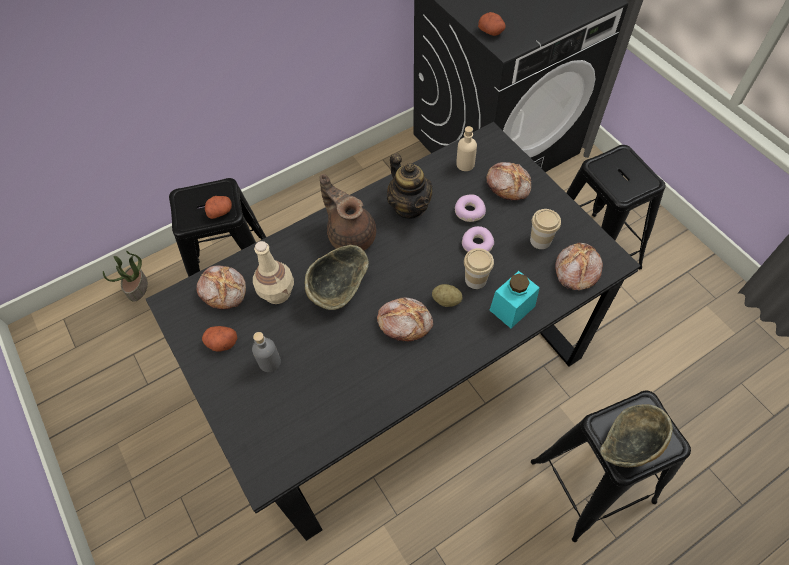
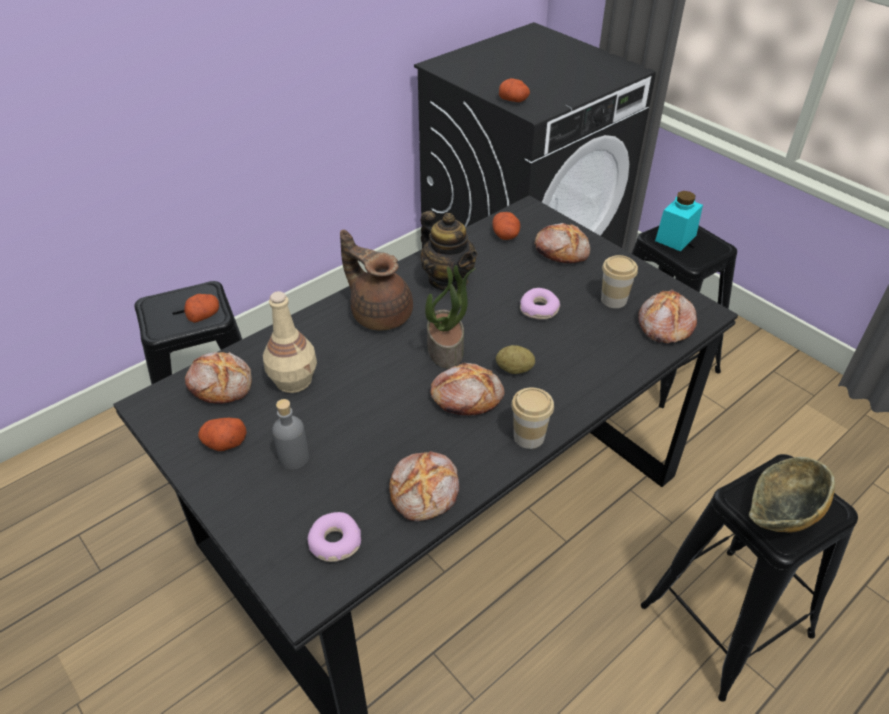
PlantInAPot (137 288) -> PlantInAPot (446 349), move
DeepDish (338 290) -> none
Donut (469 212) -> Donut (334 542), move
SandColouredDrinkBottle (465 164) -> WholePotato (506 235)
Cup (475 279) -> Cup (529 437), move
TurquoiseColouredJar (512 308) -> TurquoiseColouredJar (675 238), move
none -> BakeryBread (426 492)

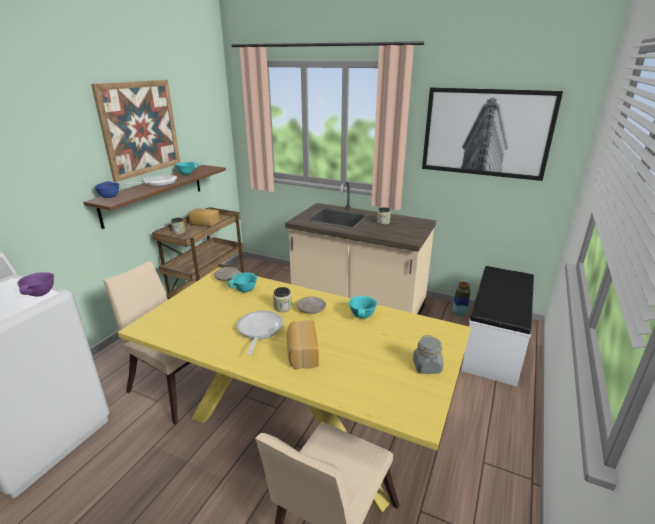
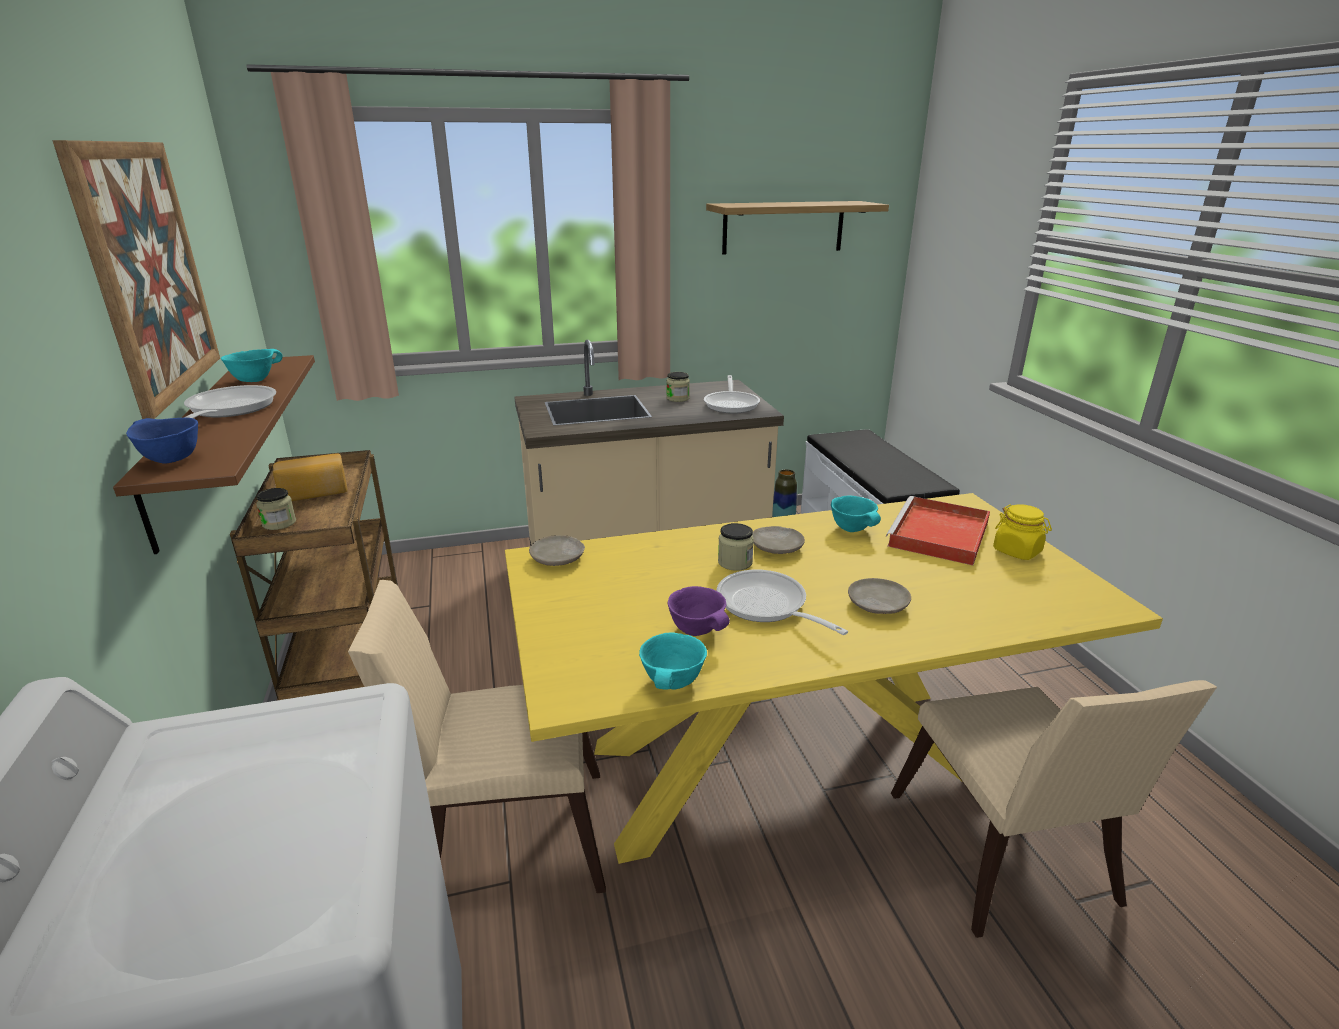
PurpleDeepDish (40 294) -> PurpleDeepDish (698 630), move
TurquoiseColouredDeepDish (245 290) -> TurquoiseColouredDeepDish (673 683), move
BakeryBread (302 353) -> SandColouredDinnerPlate (877 605)
GreyJar (427 367) -> YellowColouredJar (1017 551)
WallPicture (486 133) -> WallShelf (783 227)
none -> FryingPan (732 404)
none -> RedColouredTray (939 535)

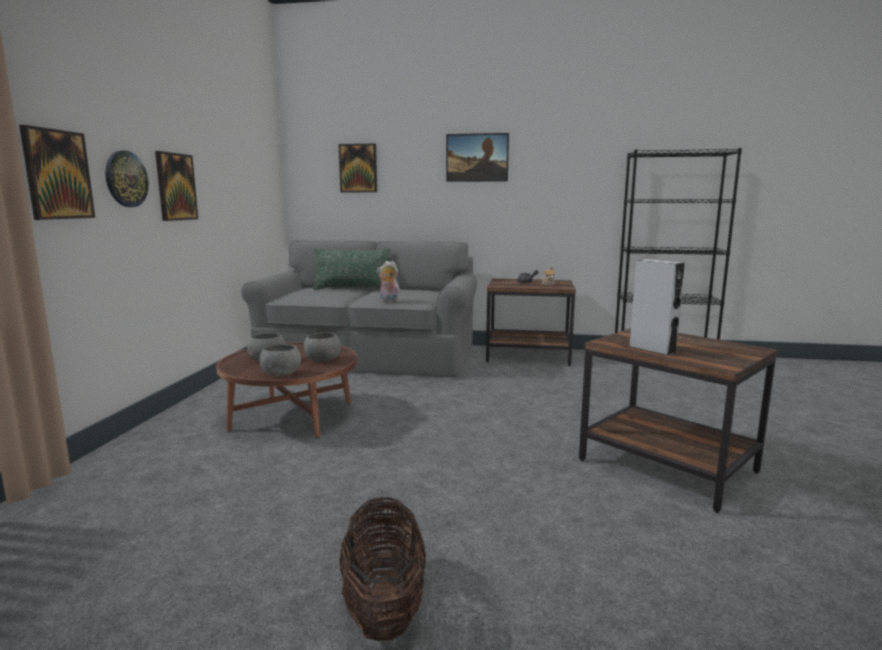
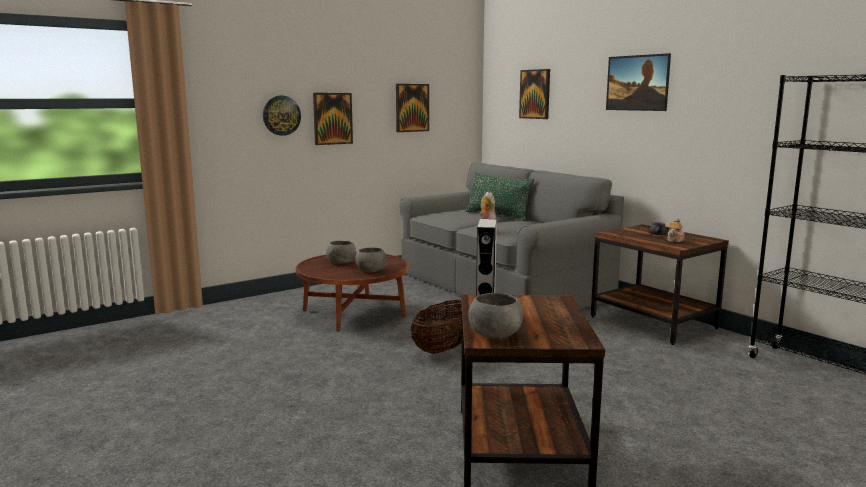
WallPicture (57 174) -> WallPicture (412 107), move
GreyDeepDish (281 374) -> GreyDeepDish (495 335), move
Basket (384 606) -> Basket (444 349), move

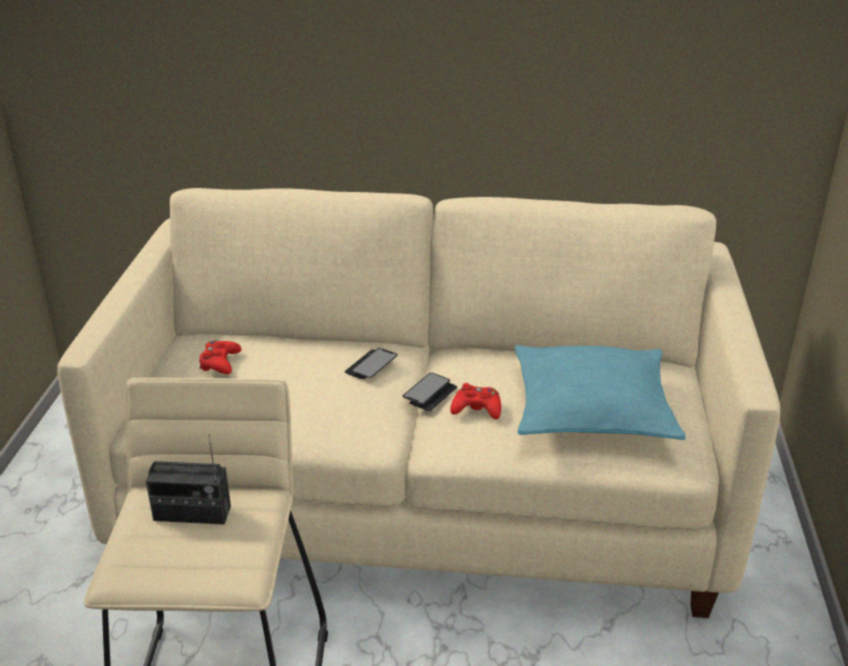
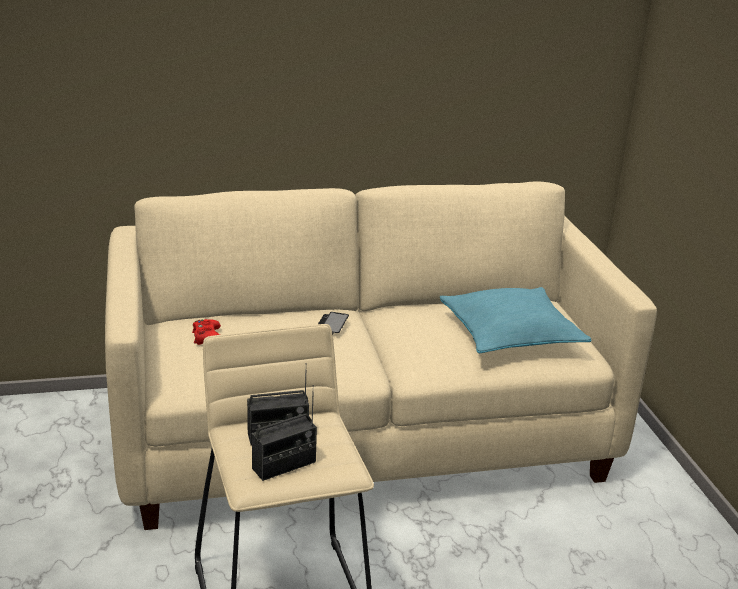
Phone (430 393) -> none
RedColouredJoypad (477 408) -> none
none -> RadioSet (284 465)

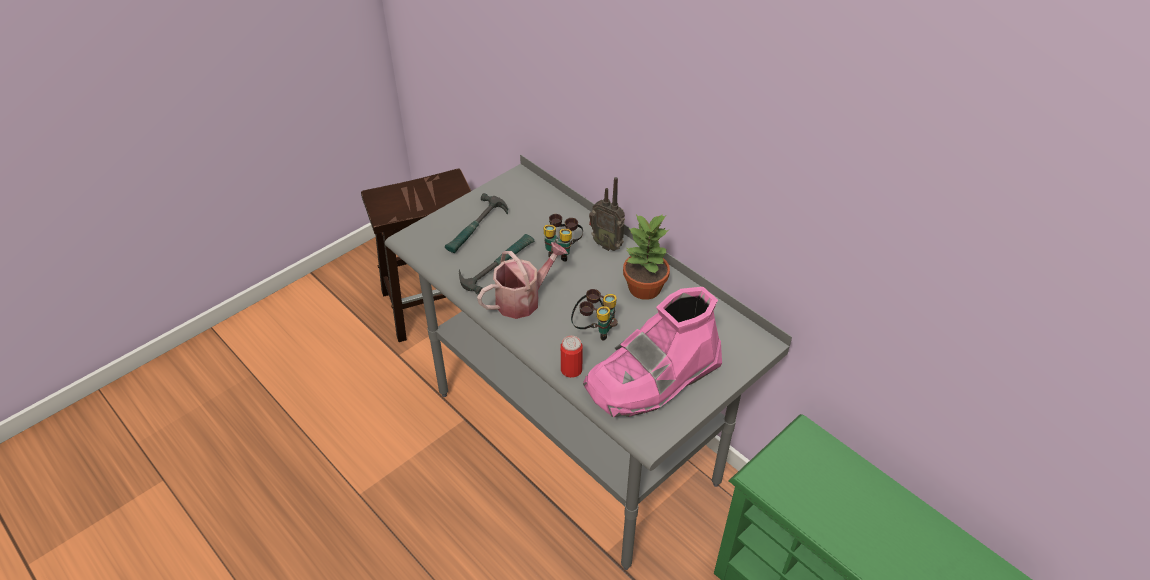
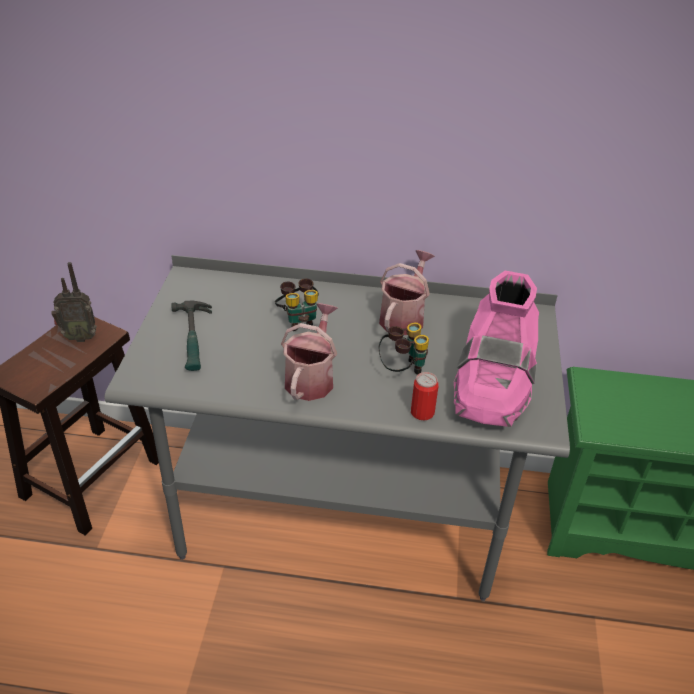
Hammer (497 265) -> none
RadioSet (607 244) -> RadioSet (79 337), move
PlantInAPot (645 288) -> WateringPot (404 316)

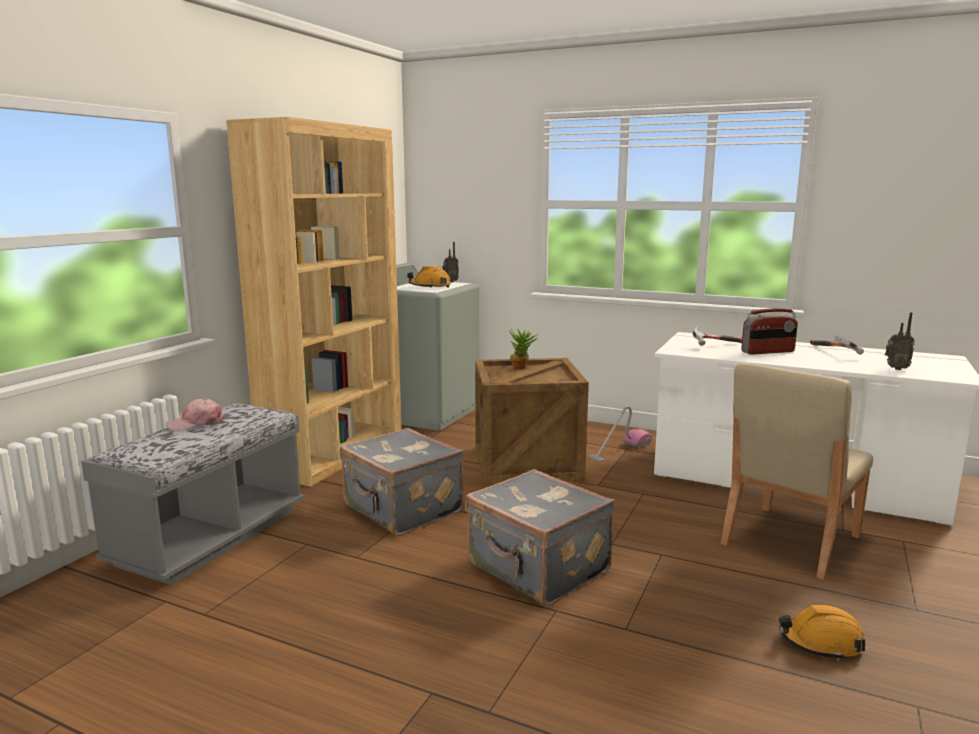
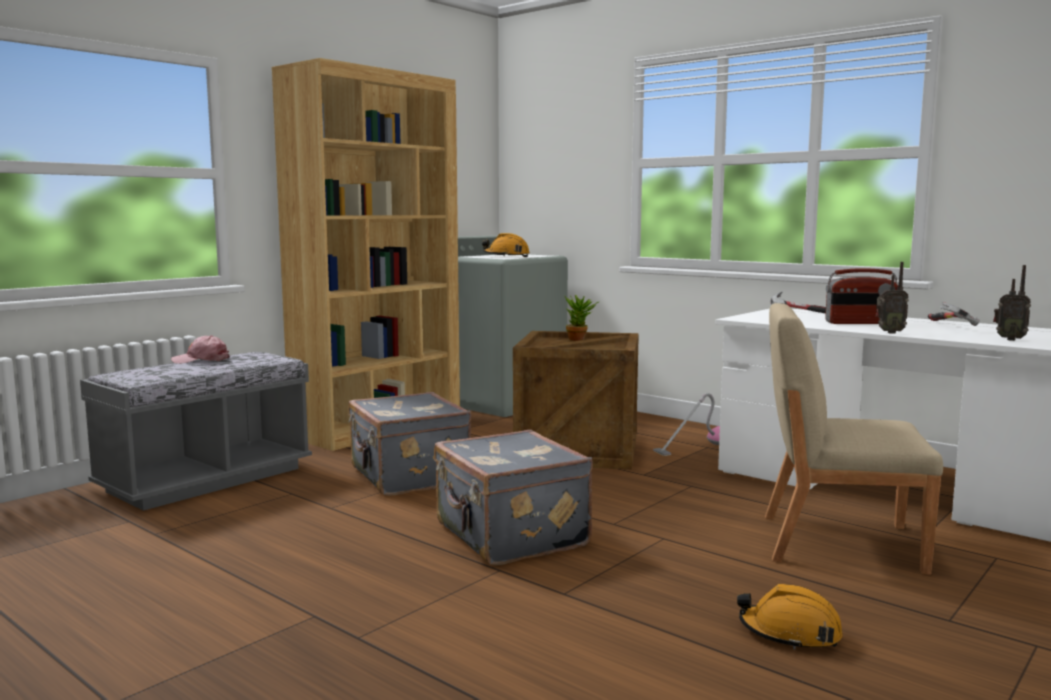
RadioSet (450 281) -> RadioSet (889 332), move
SandColouredUprightChair (789 540) -> SandColouredUprightChair (837 542), 45 degrees clockwise

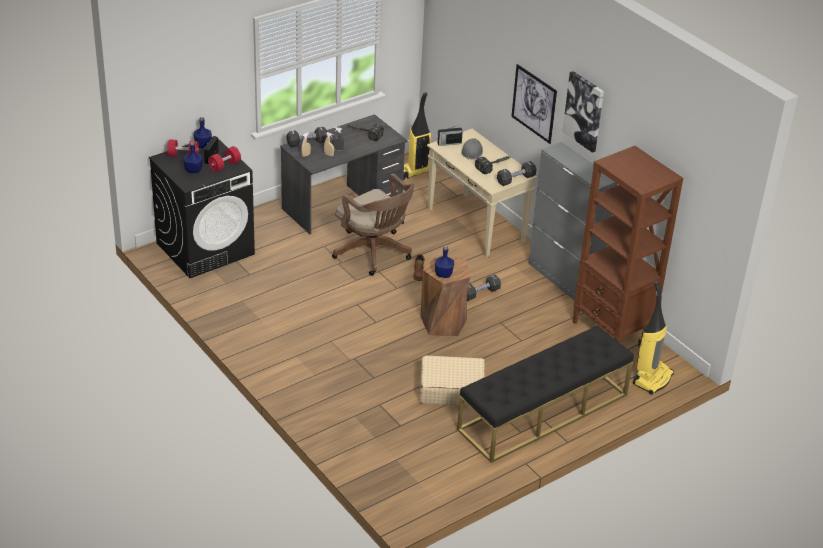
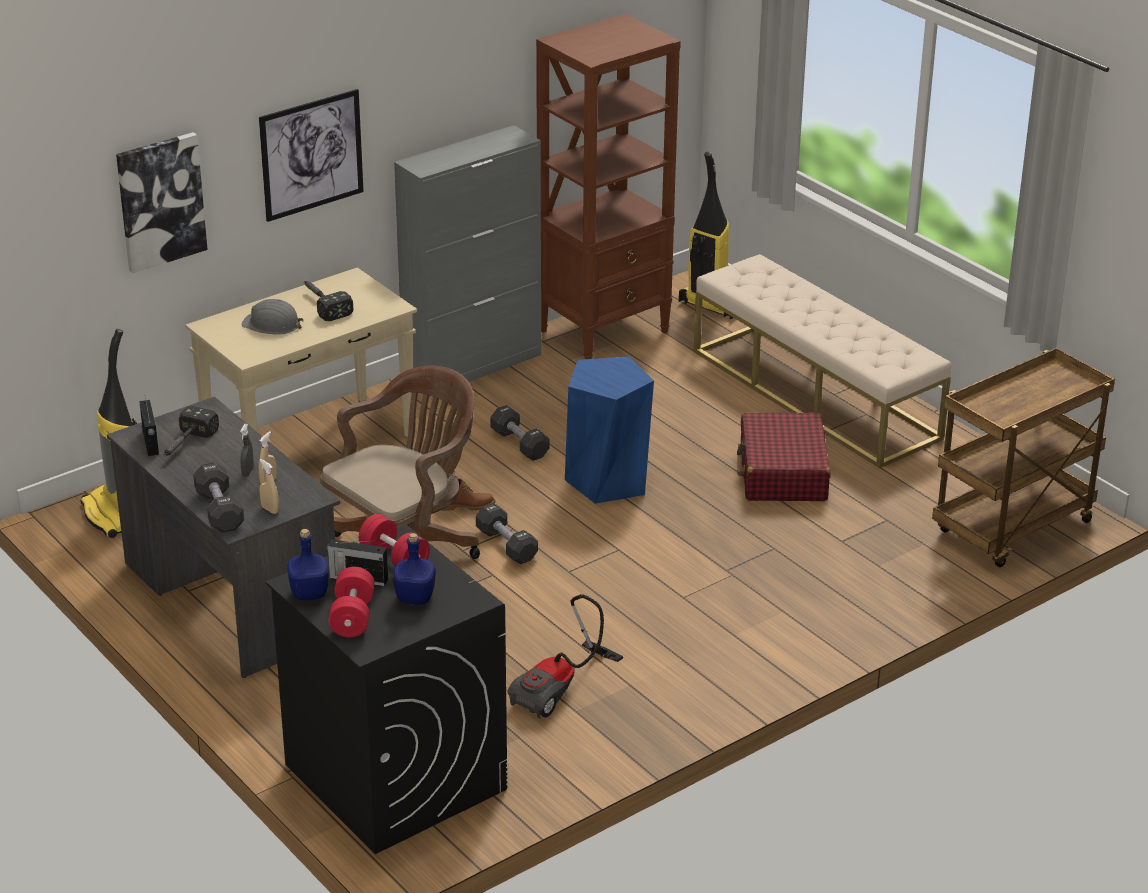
SandColouredSuitcase (451 389) -> RedColouredSuitcase (782 473)
BrownStoolSeat (443 322) -> BlueColouredStoolSeat (608 480)
BlueColouredDrinkBottle (444 274) -> none
RadioSet (449 143) -> RadioSet (150 442), move
BlackColouredIndoorBench (543 412) -> SandColouredIndoorBench (815 394)
BlackColouredDumbbell (516 179) -> BlackColouredDumbbell (506 545), move
WallPicture (584 111) -> WallPicture (160 201), move
none -> Vacuum (561 690)
none -> BrownWheeledCart (1012 529)

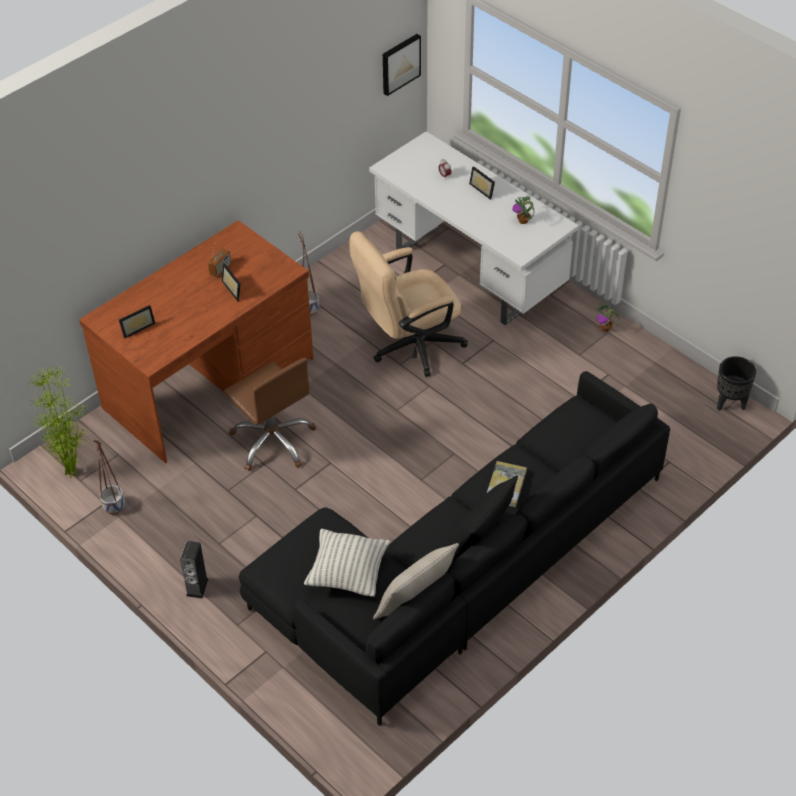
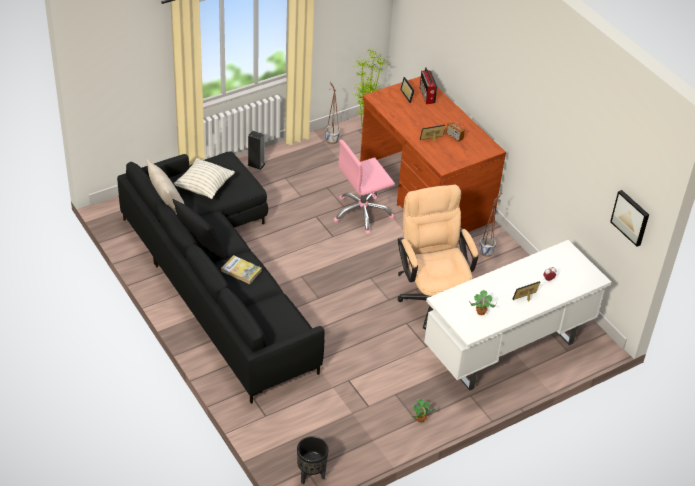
BrownDeskChair (273 440) -> PinkDeskChair (362 213)
none -> RadioSet (427 96)

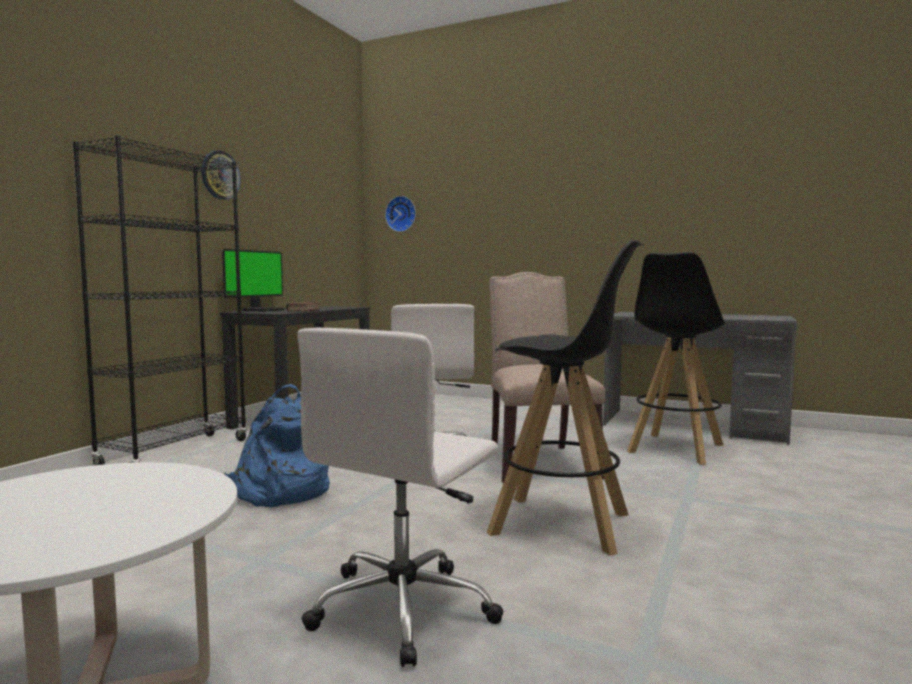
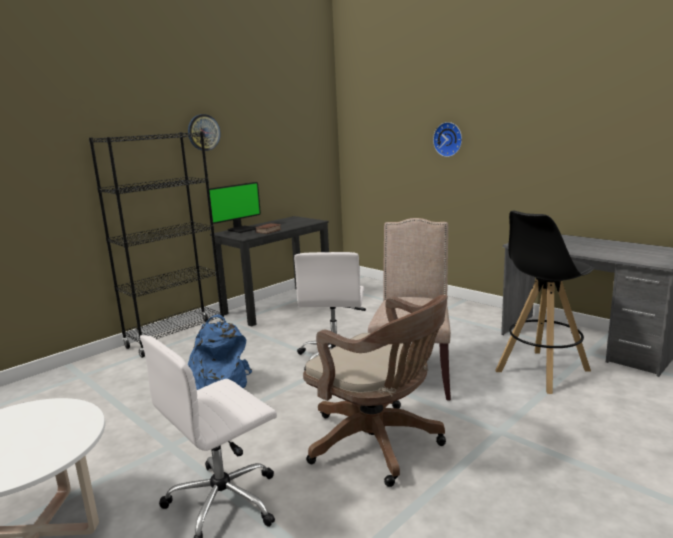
HangingClock (401 214) -> HangingClock (448 139), move
BlackColouredStoolSeat (562 524) -> BrownDeskChair (379 444)

